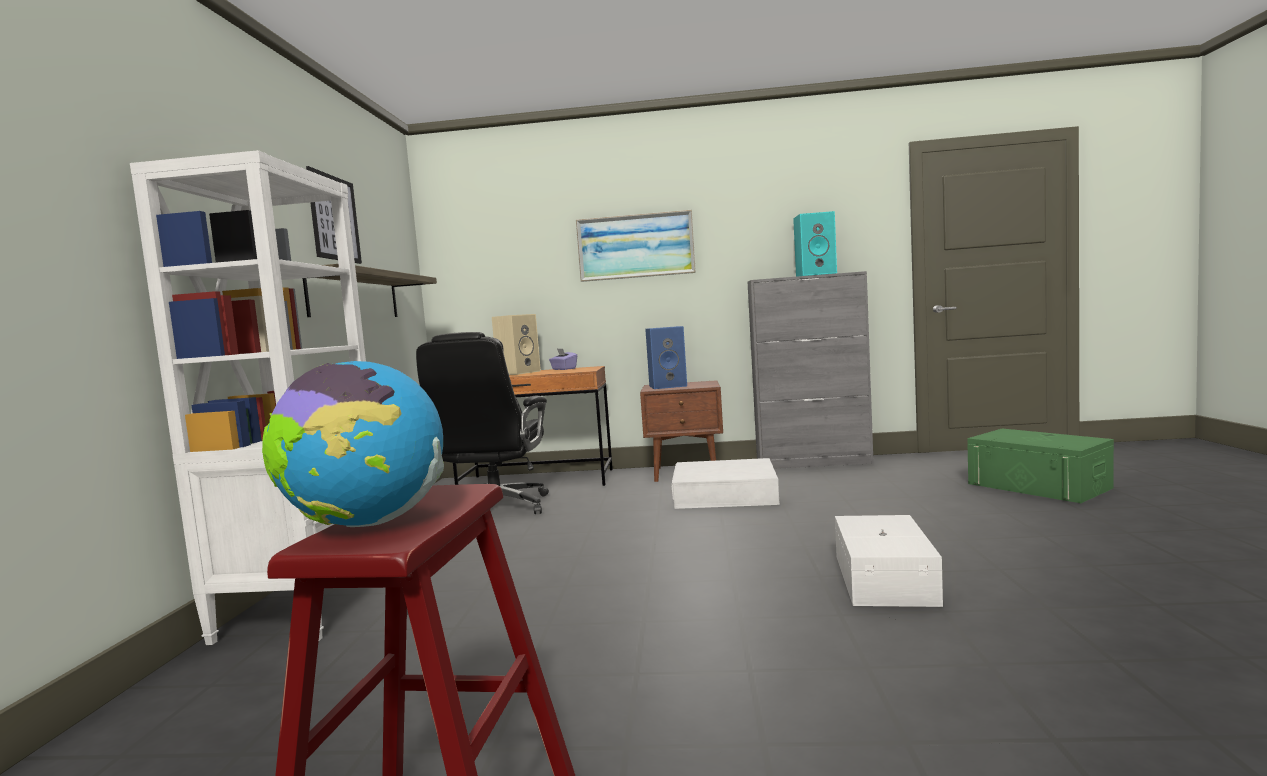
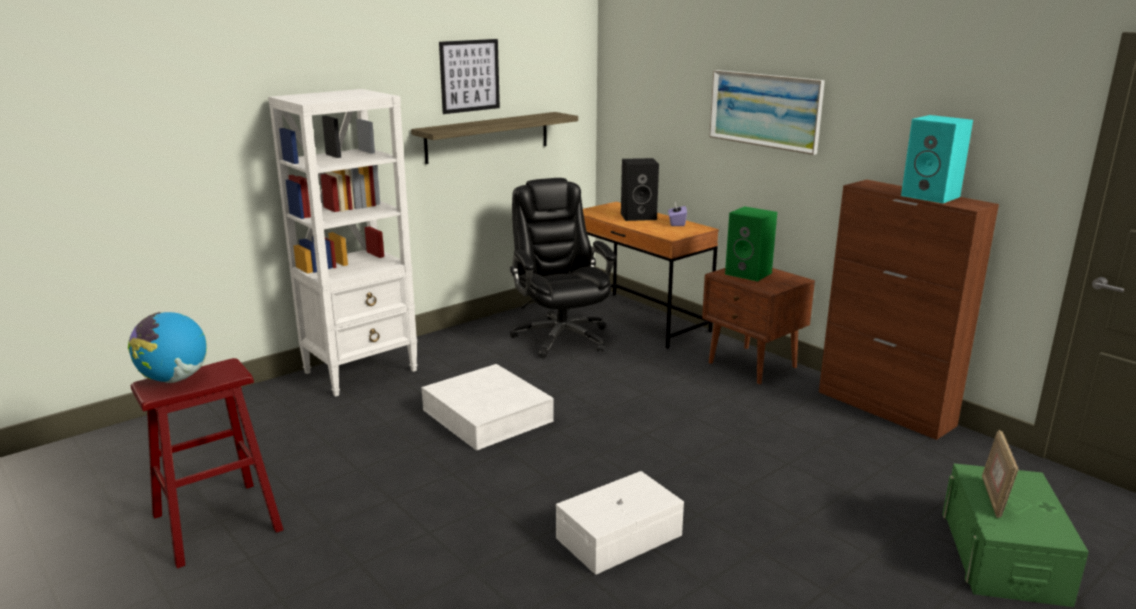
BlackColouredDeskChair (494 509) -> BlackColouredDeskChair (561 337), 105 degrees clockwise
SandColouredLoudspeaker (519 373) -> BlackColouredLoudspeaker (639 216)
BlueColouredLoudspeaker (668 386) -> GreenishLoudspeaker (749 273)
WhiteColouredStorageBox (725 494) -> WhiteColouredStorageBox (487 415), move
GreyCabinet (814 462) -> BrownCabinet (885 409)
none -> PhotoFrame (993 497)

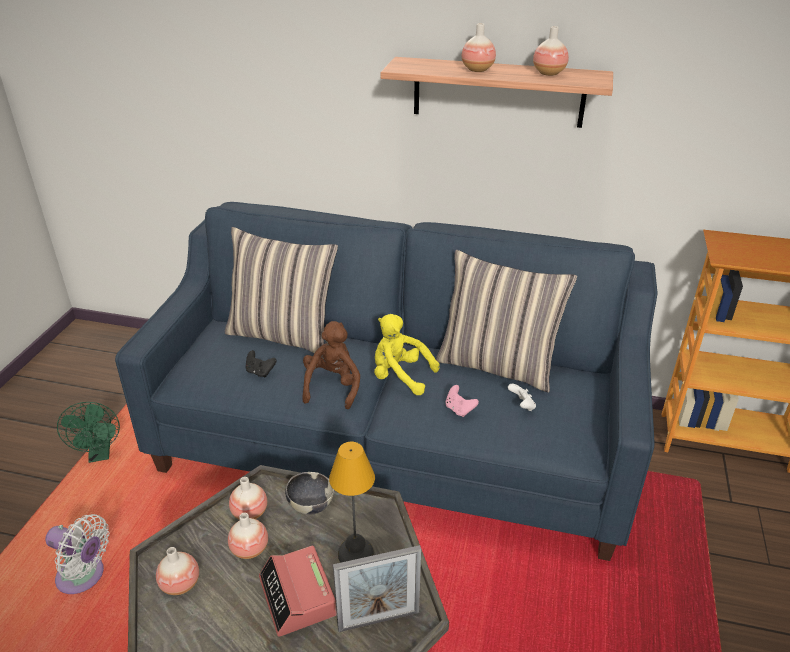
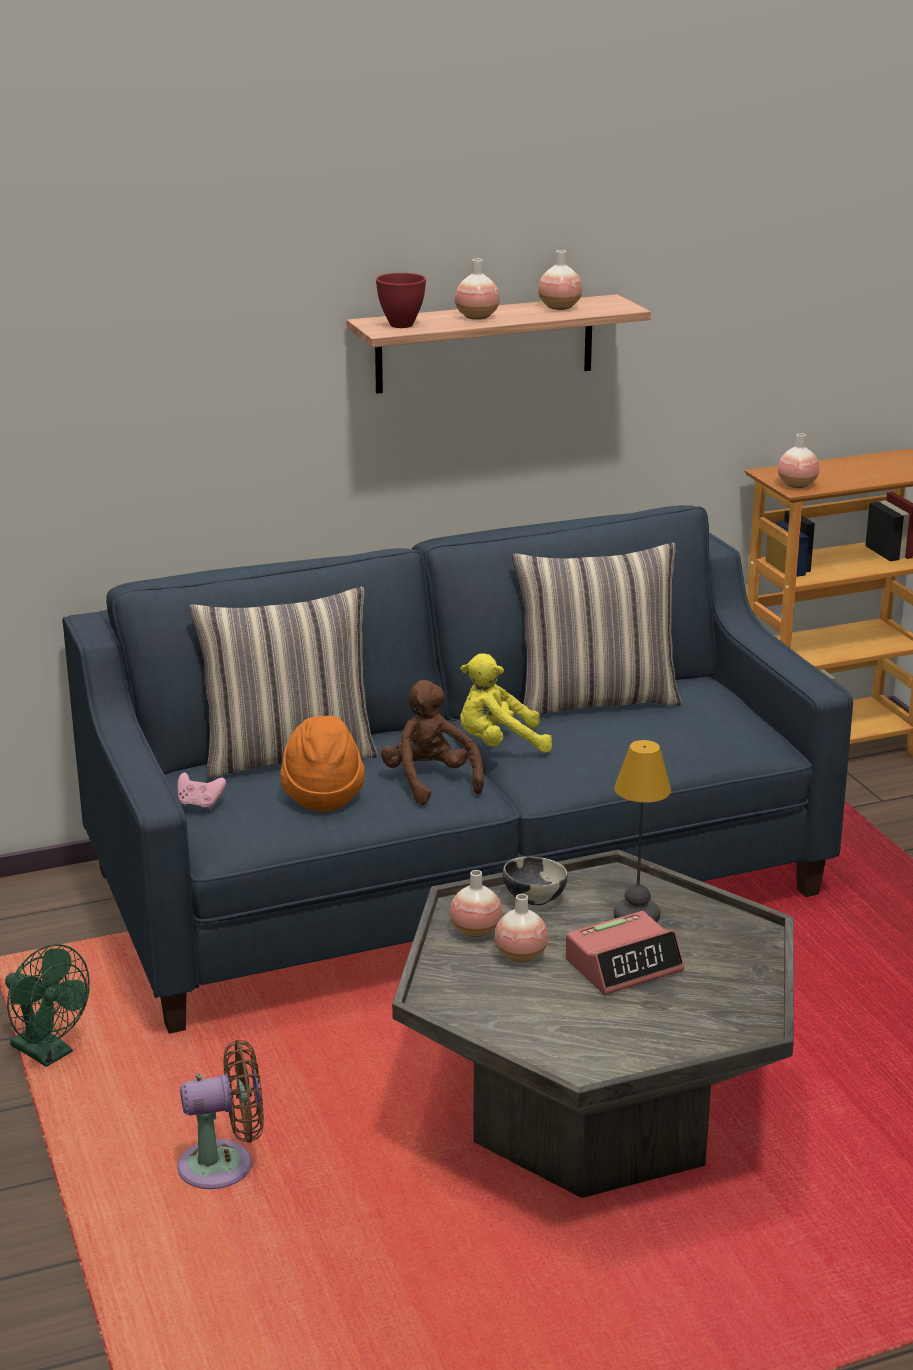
WhiteColouredFan (84 577) -> BrownFan (224 1165)
Vase (180 584) -> Vase (797 485), move
BlackColouredJoypad (260 372) -> OrangeColouredWearableHat (322 795)
AlarmClock (298 597) -> AlarmClock (624 965), 60 degrees counterclockwise
PhotoFrame (378 620) -> none
PinkJoypad (459 409) -> PinkJoypad (200 804), move
WhiteColouredJoypad (522 406) -> none
none -> RedColouredDeepDish (402 325)

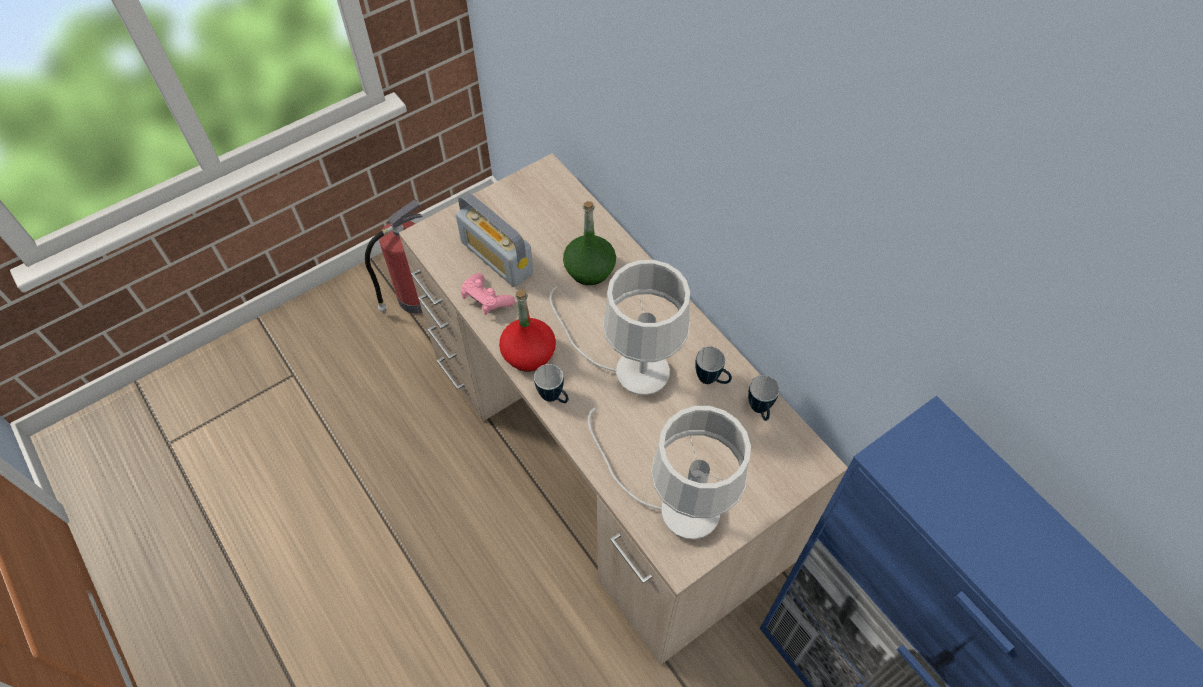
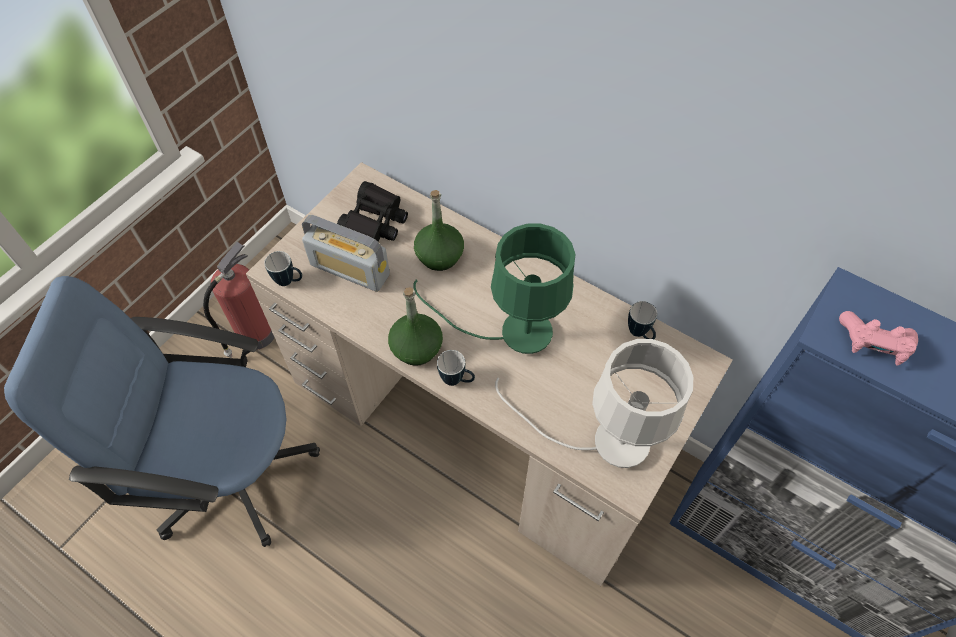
PinkJoypad (486 300) -> PinkJoypad (873 344), move
RedColouredDrinkBottle (528 354) -> GreenishDrinkBottle (416 348)
WhiteColouredTableLamp (628 367) -> GreenishTableLamp (511 332)
CoffeeMug (711 380) -> CoffeeMug (289 281), move
none -> BlueColouredDeskChair (230 471)
none -> BlackColouredBinoculars (374 222)

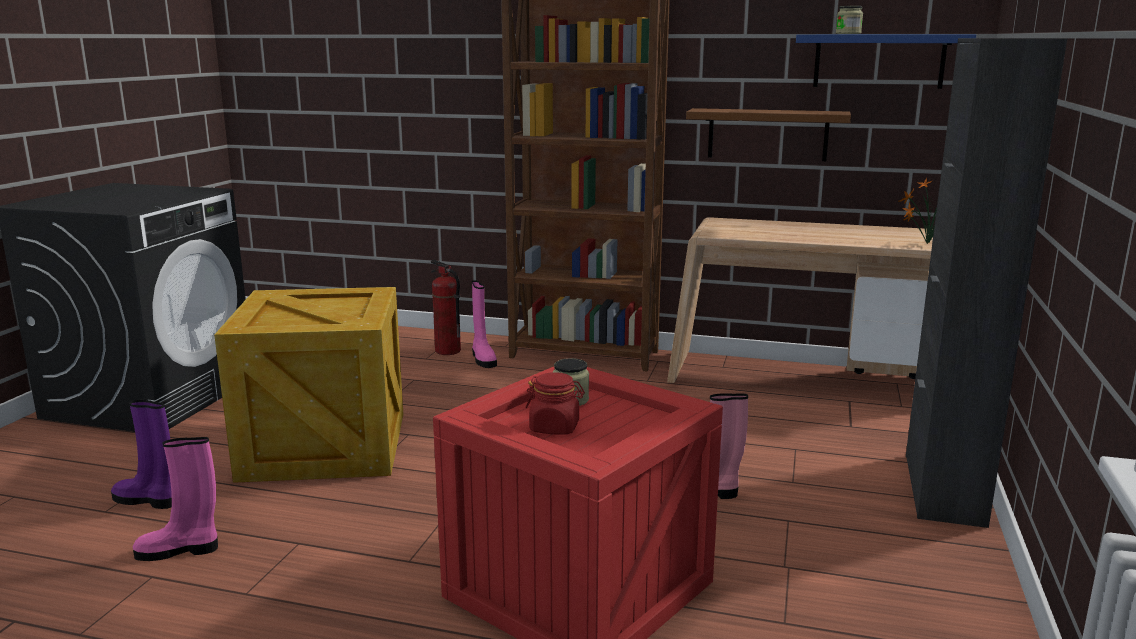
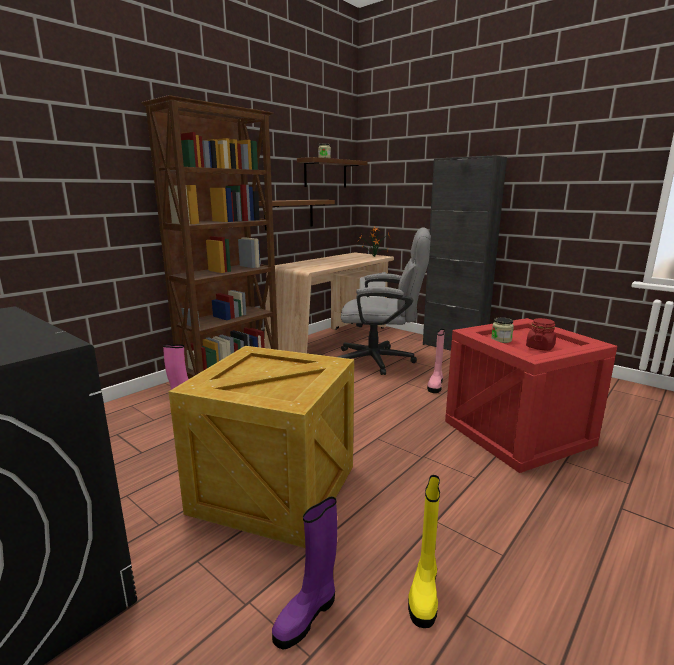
PinkBoot (180 550) -> YellowColouredBoot (424 592)
FireFightingCylinder (447 351) -> none
BlueColouredWallShelf (879 61) -> BrownWallShelf (325 173)
none -> GreyDeskChair (382 360)

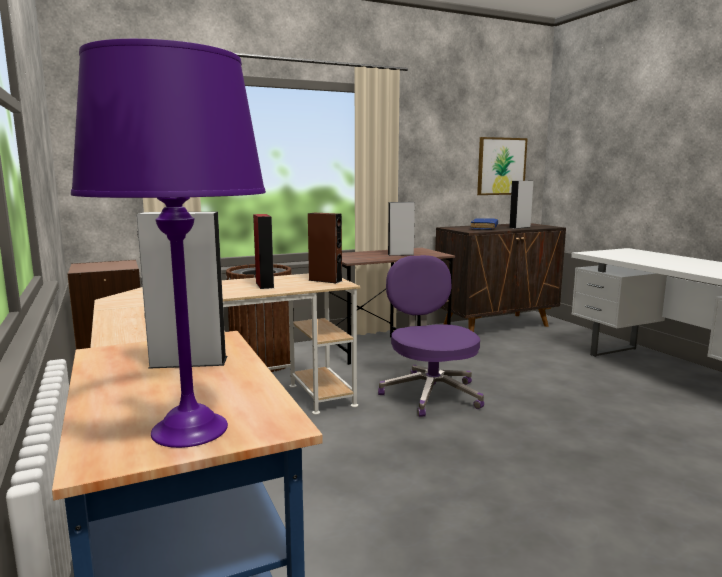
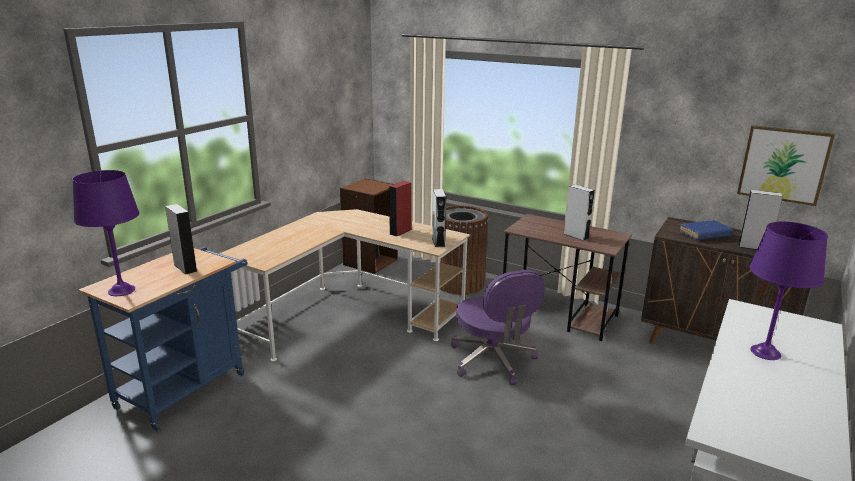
BrownLoudspeaker (325 280) -> GreyLoudspeaker (438 242)
PurpleDeskChair (430 393) -> PurpleDeskChair (493 361), 120 degrees clockwise
none -> PurpleTableLamp (765 352)

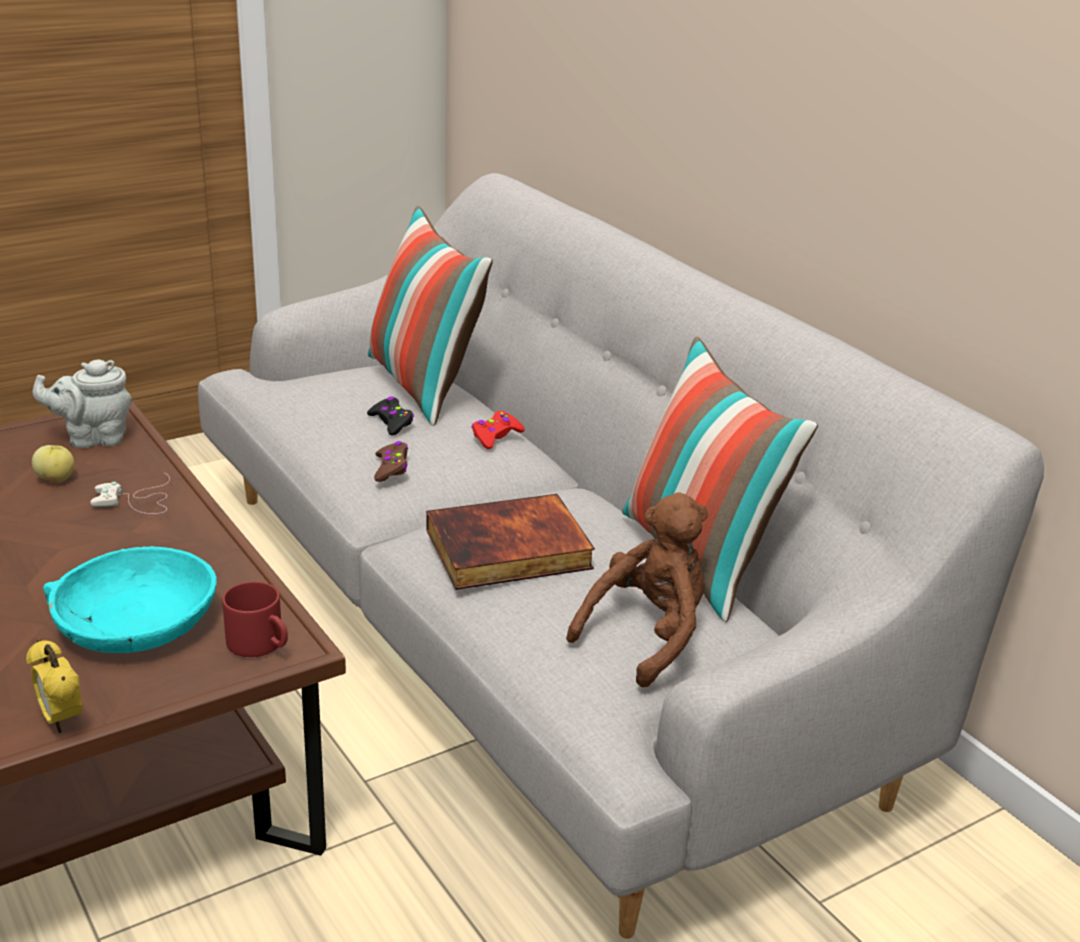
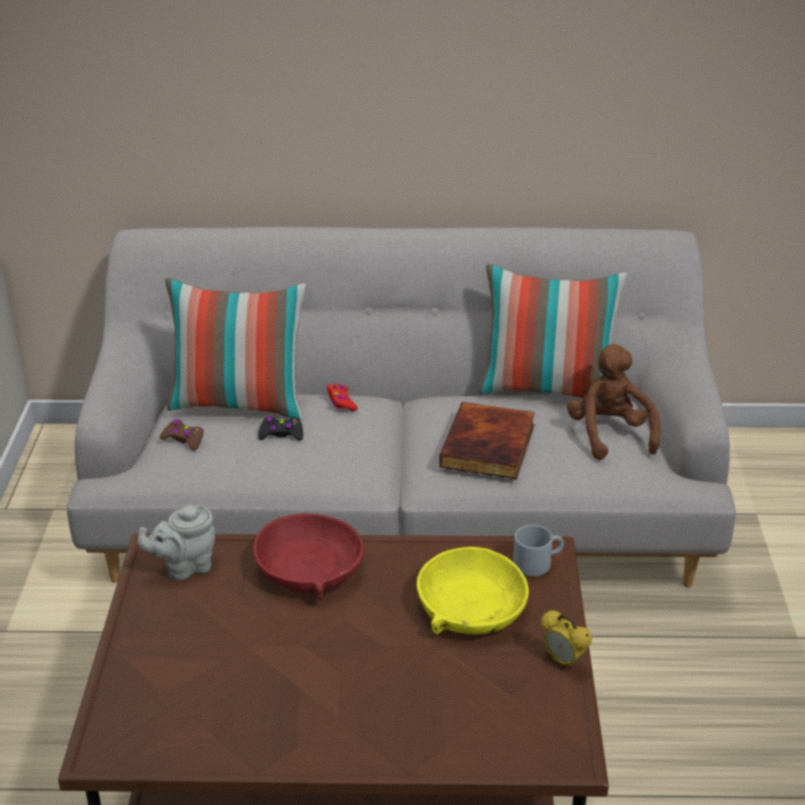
AlarmClock (61 720) -> AlarmClock (563 661), 45 degrees clockwise
GreyTeaPot (93 438) -> GreyTeaPot (185 567), 45 degrees clockwise
WholeApple (56 479) -> none
TurquoiseColouredDeepDish (135 623) -> YellowColouredDeepDish (471 607)
WhiteColouredJoypad (137 501) -> RedColouredDeepDish (310 568)
RedColouredCoffeeMug (262 644) -> GreyCoffeeMug (537 562)
BrownJoypad (391 468) -> BrownJoypad (184 439), move

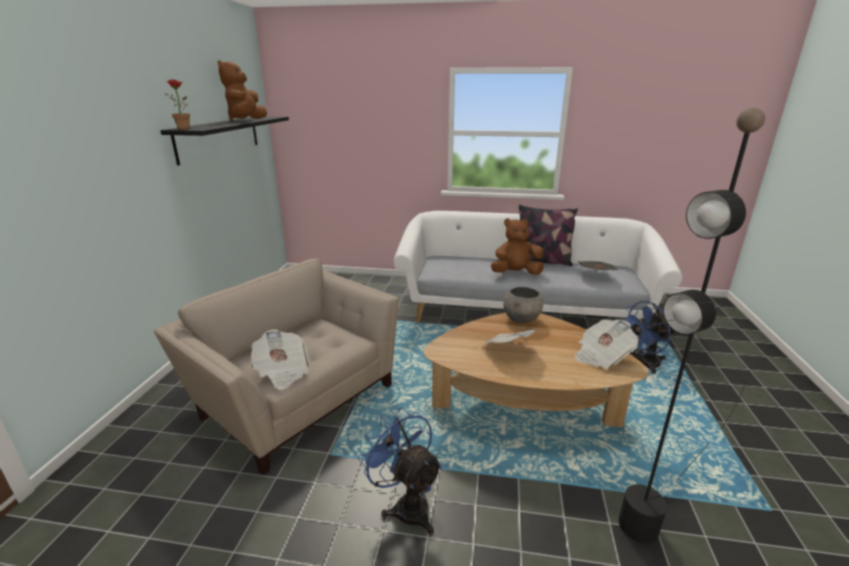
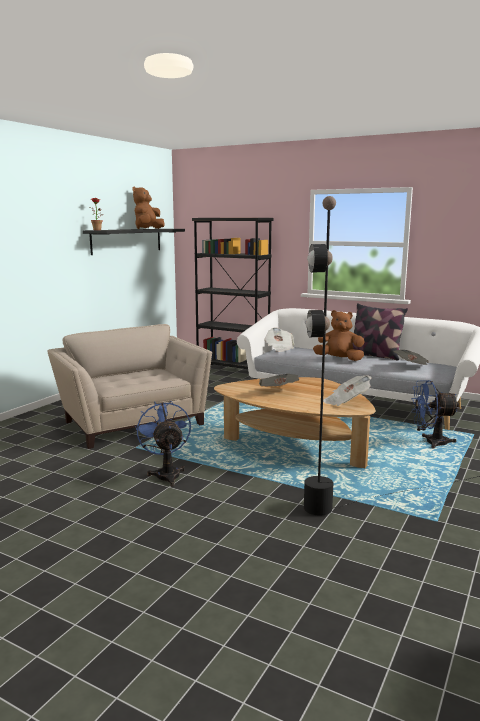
PrintedPaper (282 371) -> PrintedPaper (279 348), move
GreyDeepDish (521 319) -> none
none -> BlackColouredBookcase (232 371)

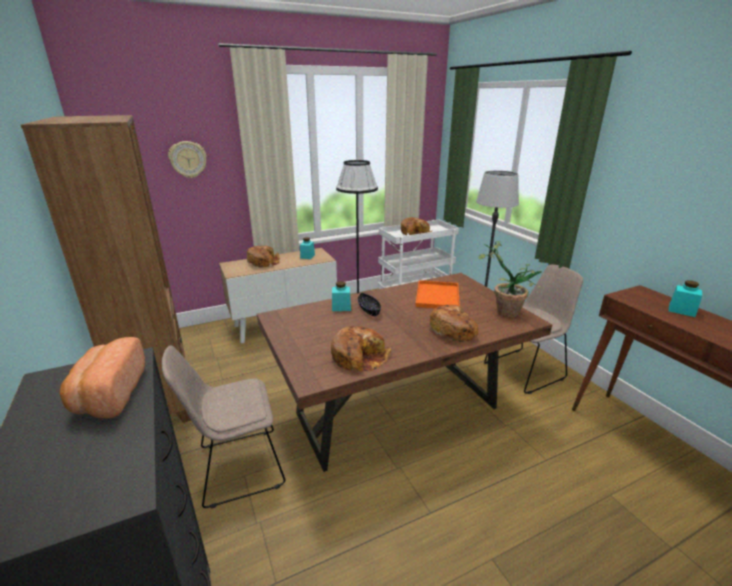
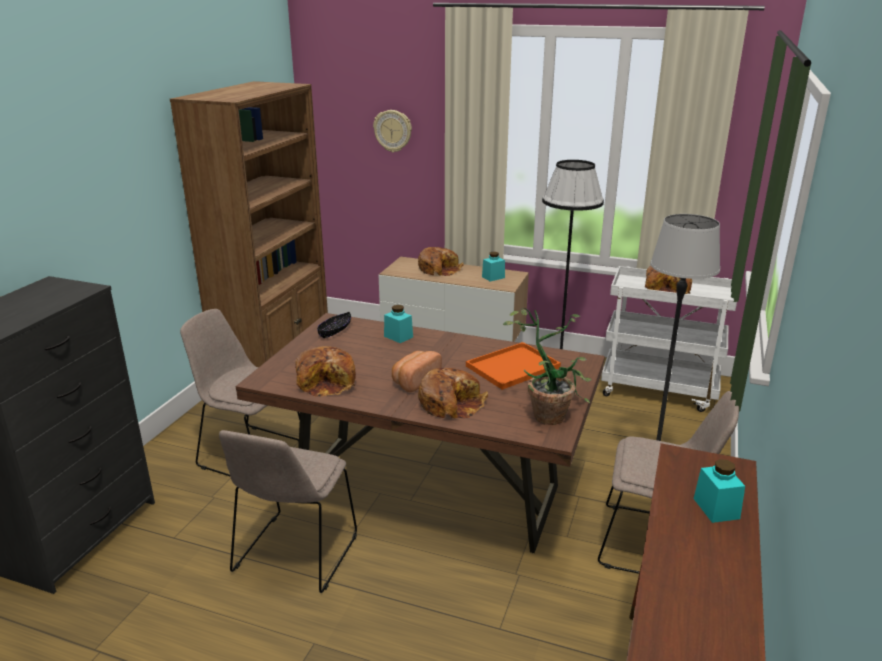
BakeryBread (109 395) -> BakeryBread (414 380), move
BlackColouredDeepDish (368 309) -> BlackColouredDeepDish (335 330), move
none -> SandColouredUprightChair (294 556)

